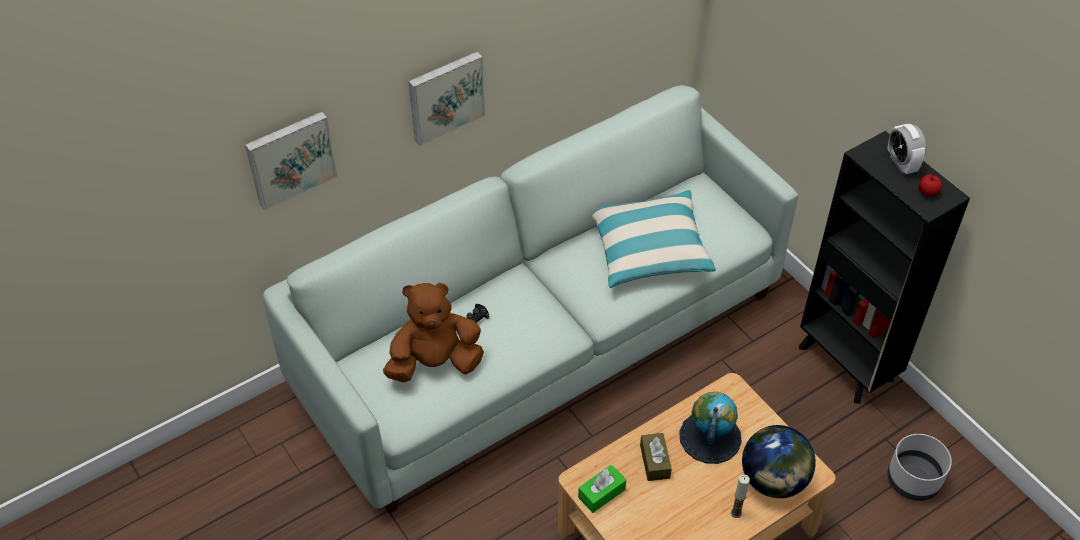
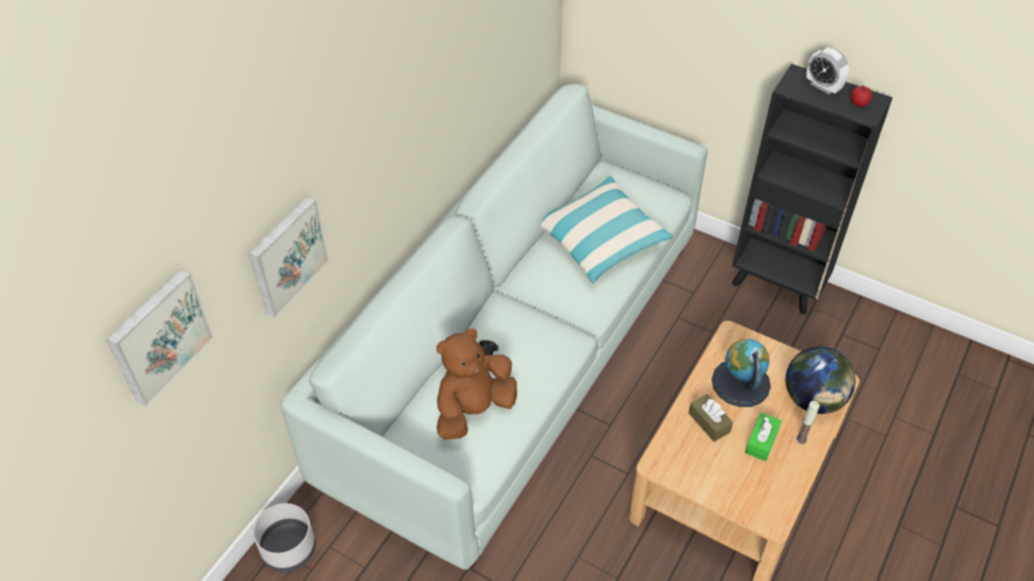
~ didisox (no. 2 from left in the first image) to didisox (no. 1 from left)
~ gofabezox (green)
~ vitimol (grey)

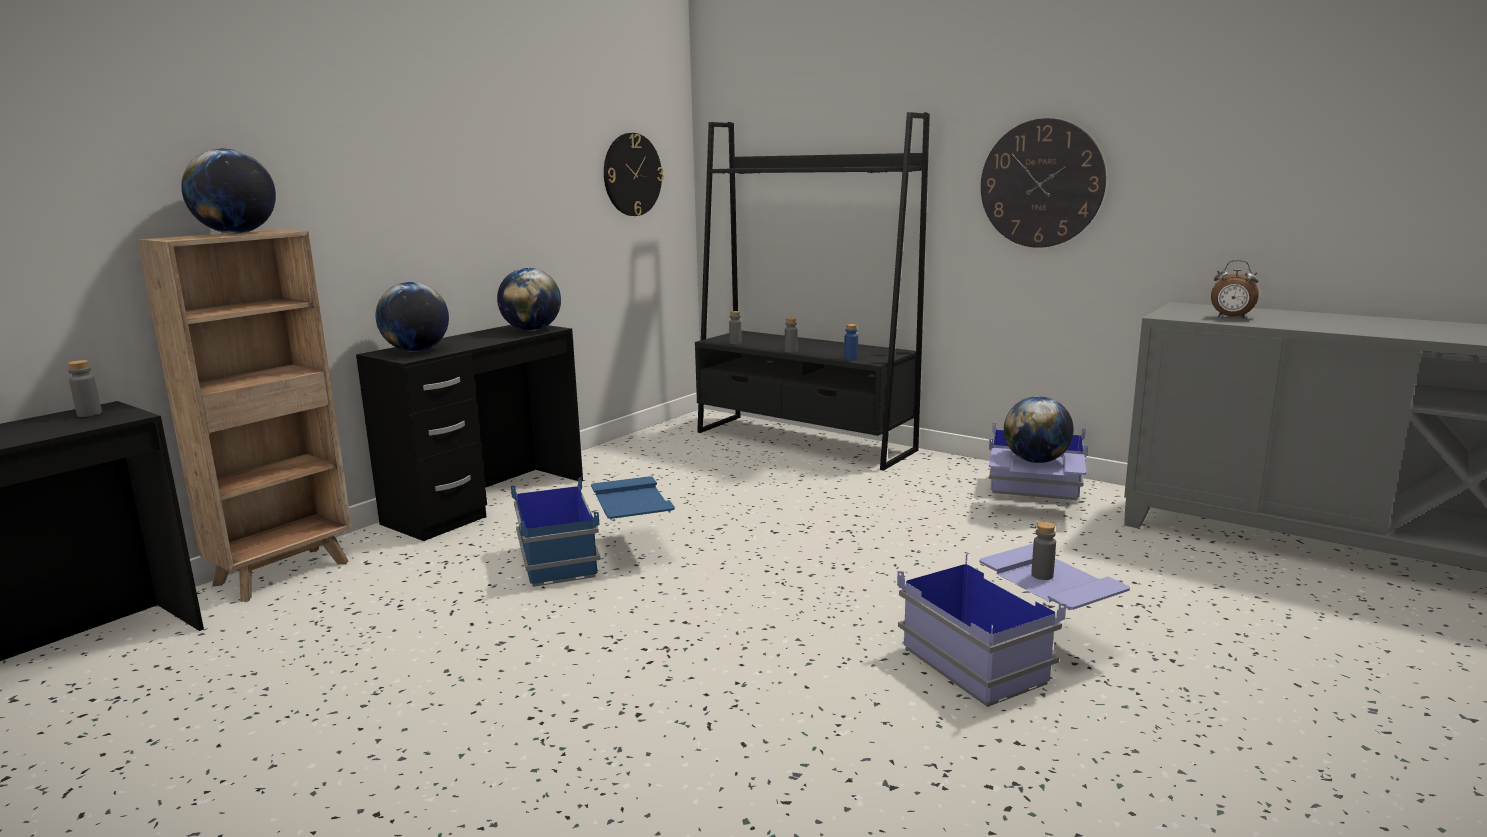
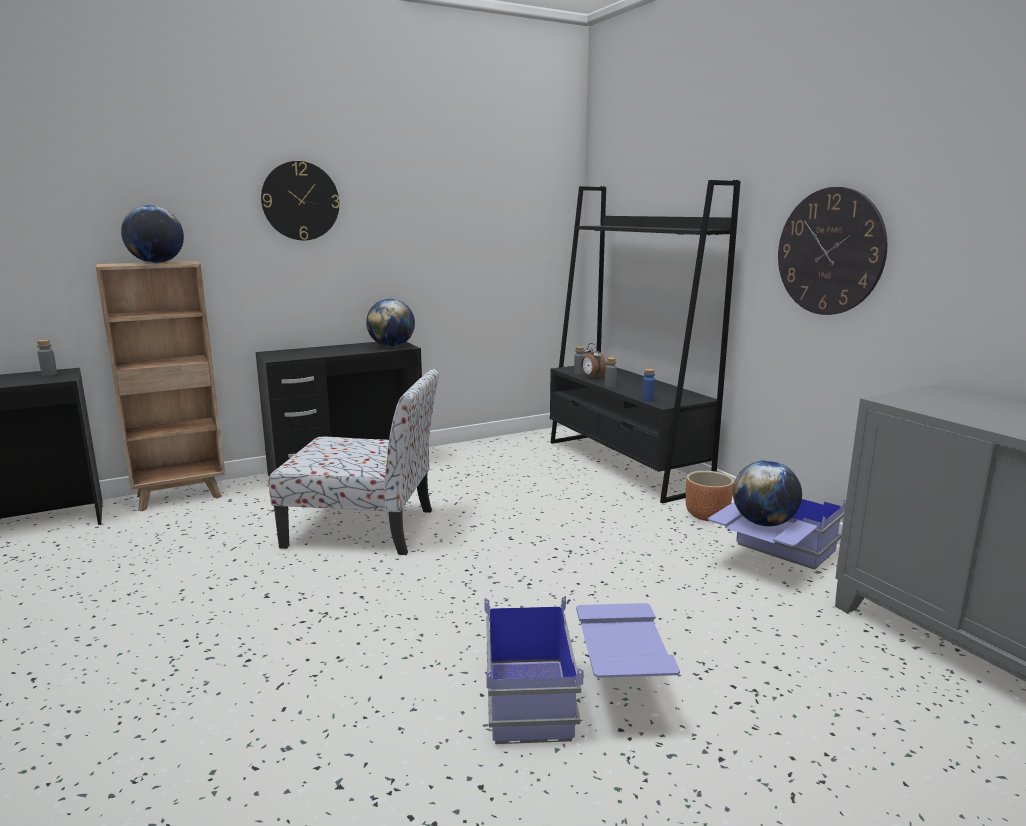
- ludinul (no. 2 from left)
- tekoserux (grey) (no. 4 from left)
+ vitimol (brown)
~ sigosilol (no. 1 from left)
~ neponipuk
~ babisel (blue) (no. 1 from left) to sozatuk

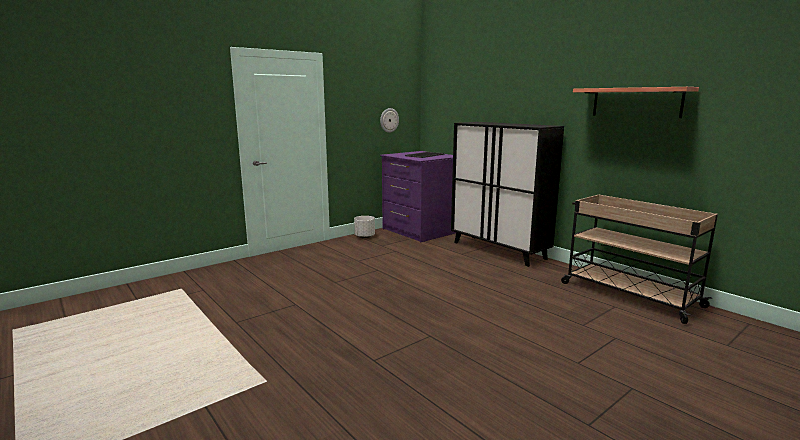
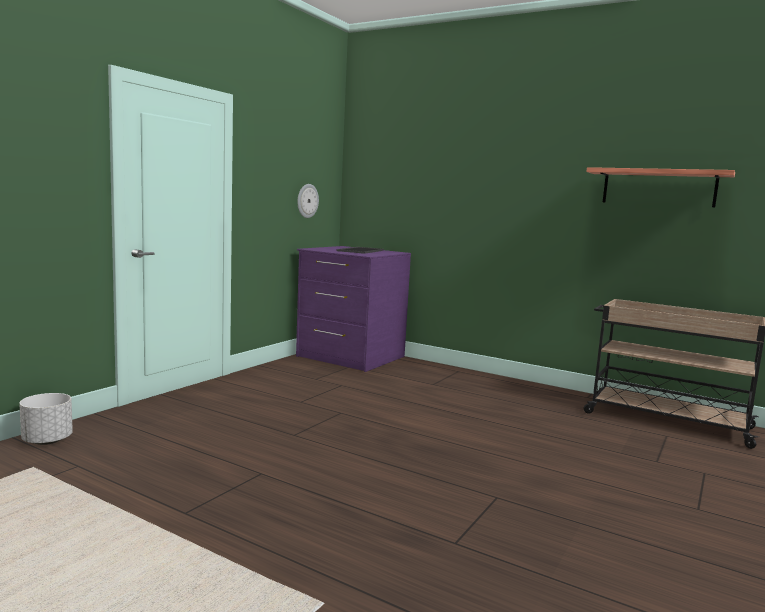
- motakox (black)
~ vitimol (white)

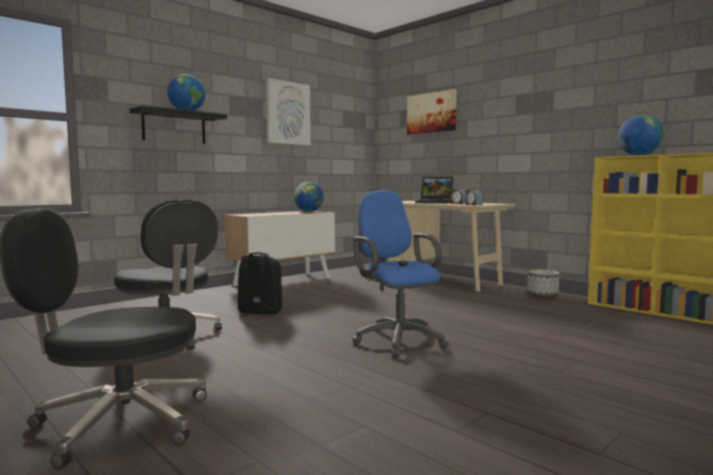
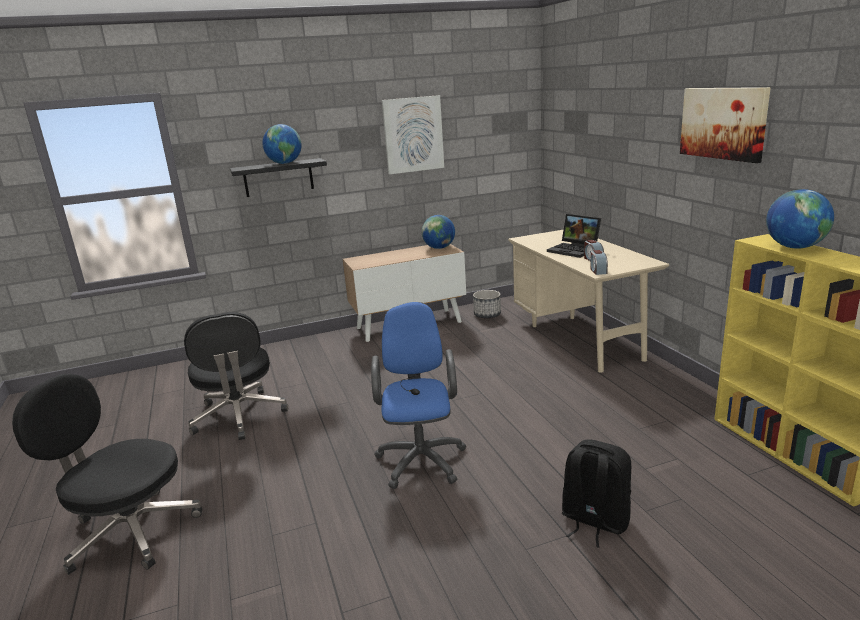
~ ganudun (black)
~ didisox (no. 2 from left)
~ vitimol

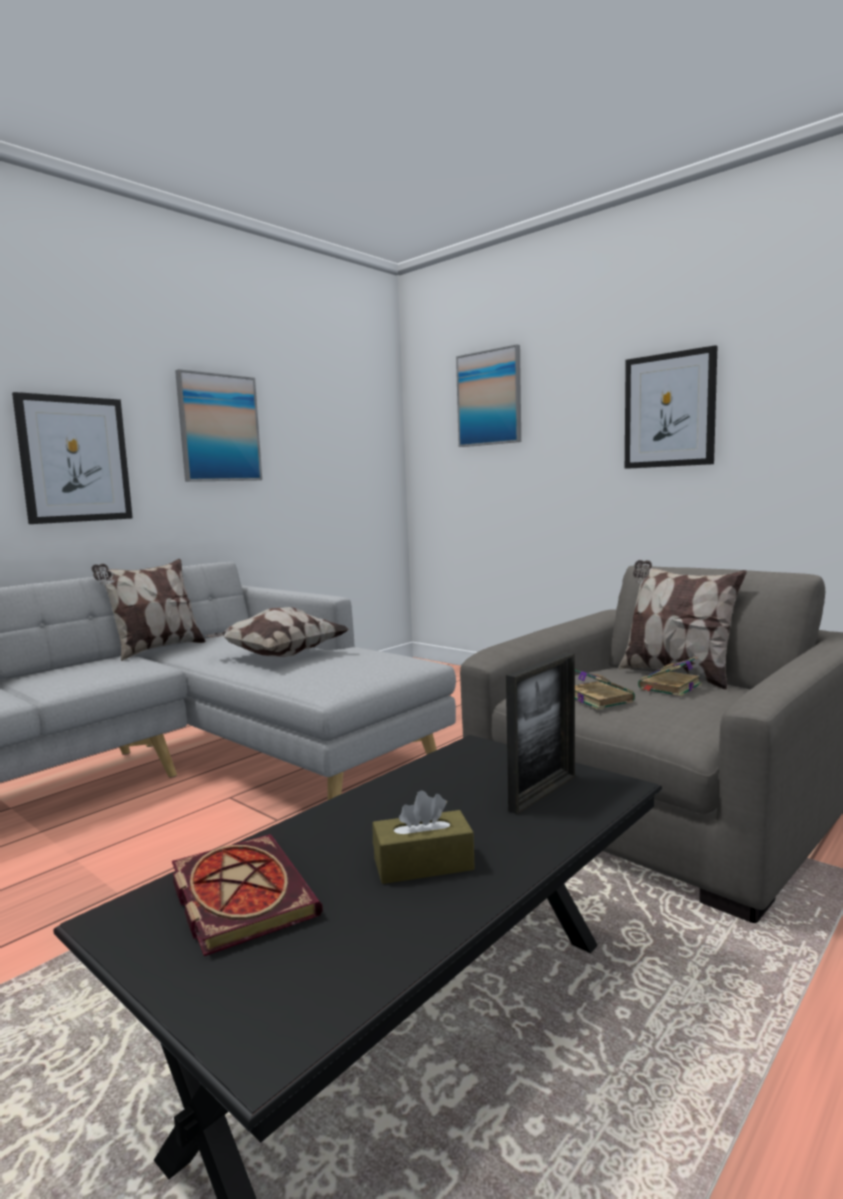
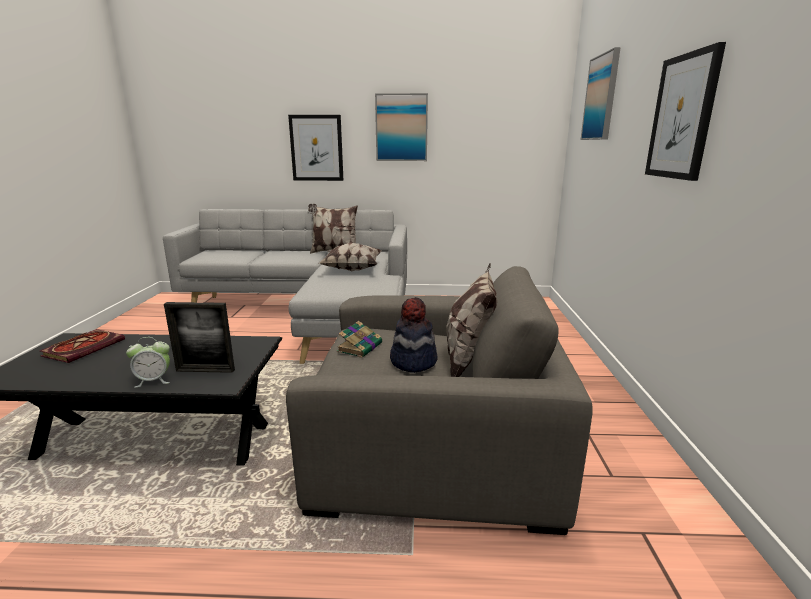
- gofabezox (brown)
+ neponipuk
~ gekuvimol (no. 3 from left) to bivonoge

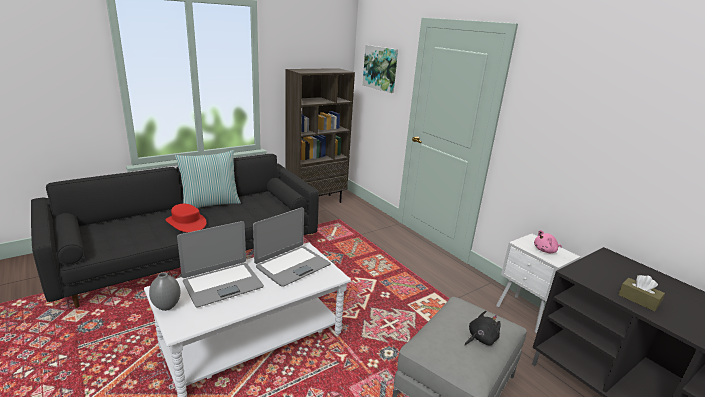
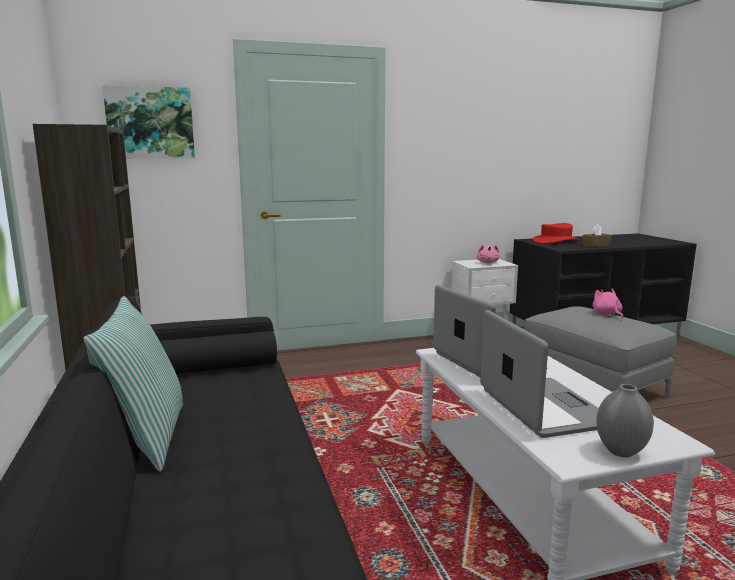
~ bivonoge (red)
~ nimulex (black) to nimulex (pink) (no. 2 from left)

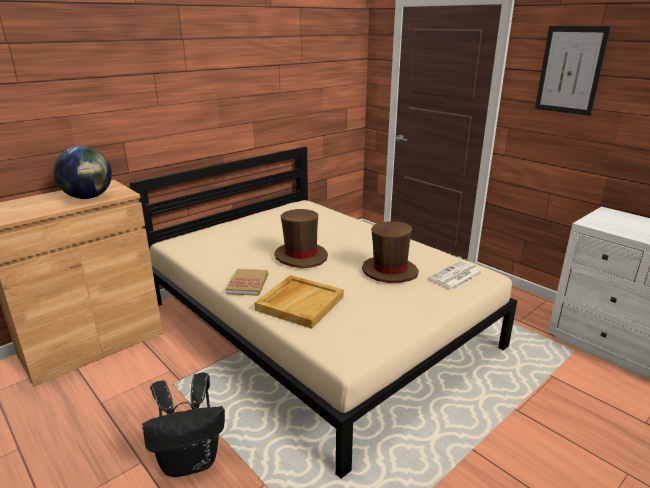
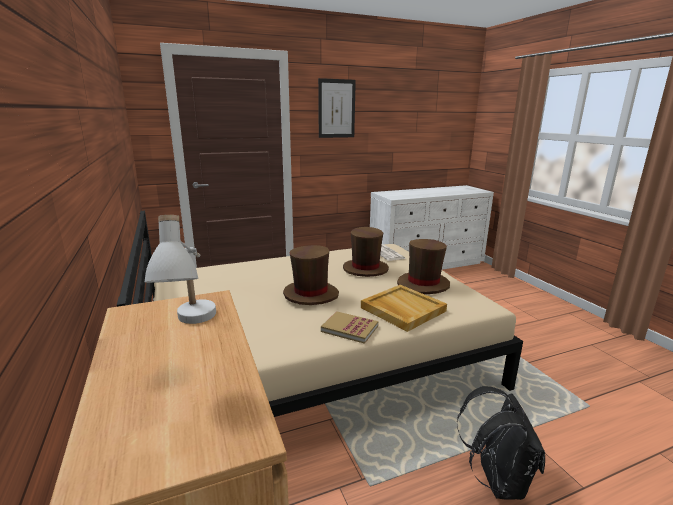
+ bivonoge (brown) (no. 3 from left)
~ ludinul to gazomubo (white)

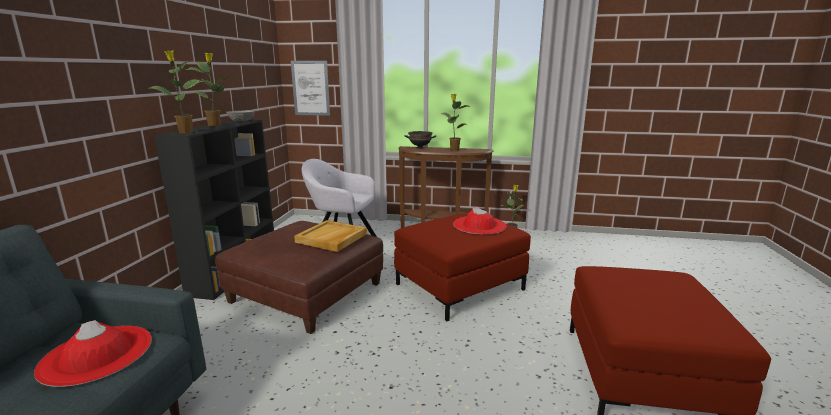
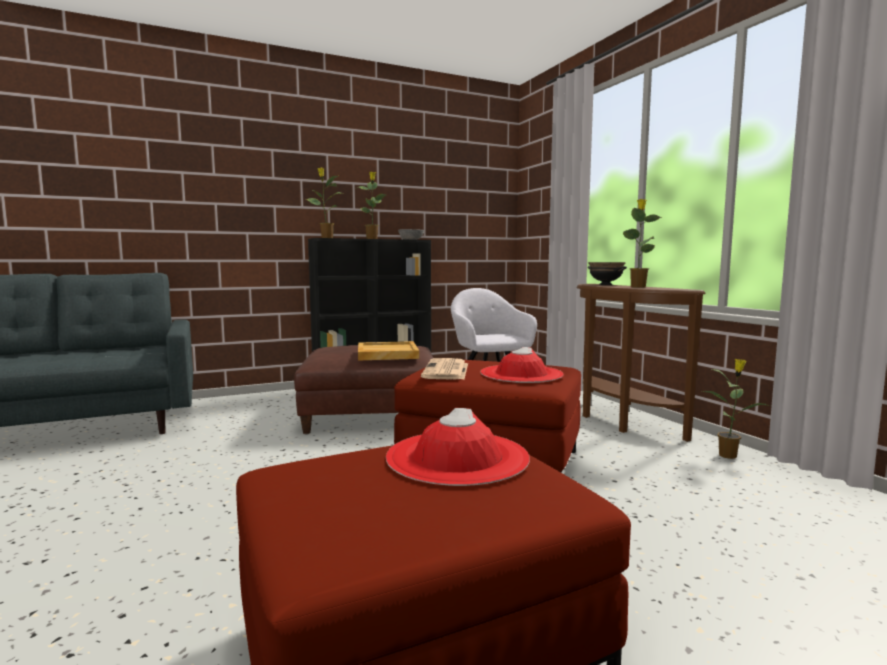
- didisox
+ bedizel
~ bivonoge (red) (no. 1 from left)

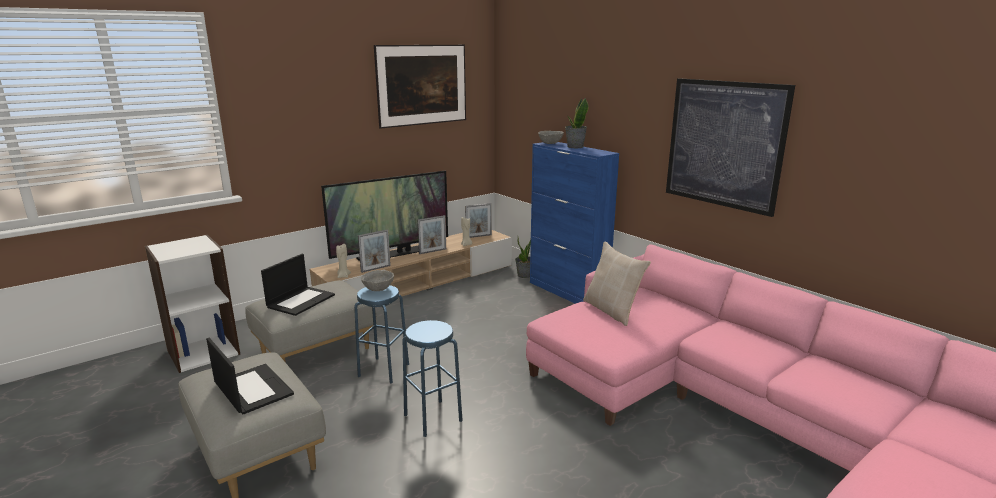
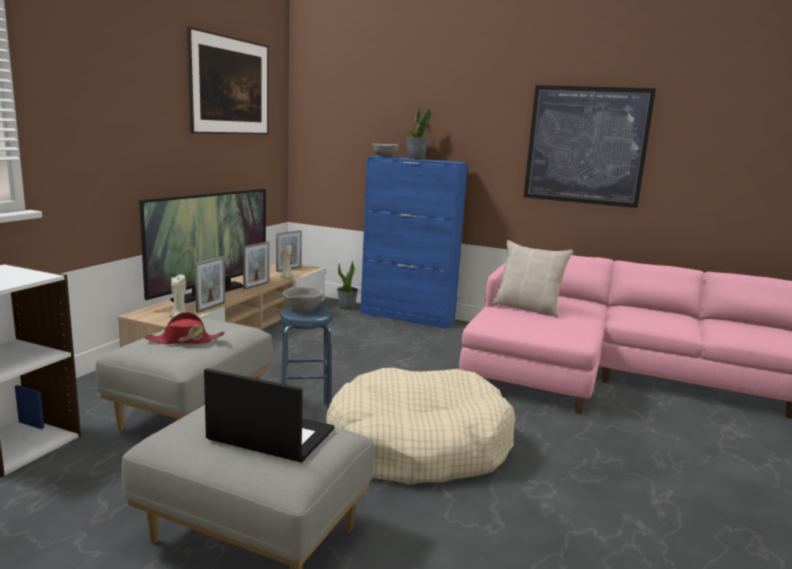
~ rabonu (no. 2 from left) to bivonoge (red)
~ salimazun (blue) (no. 2 from left) to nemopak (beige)

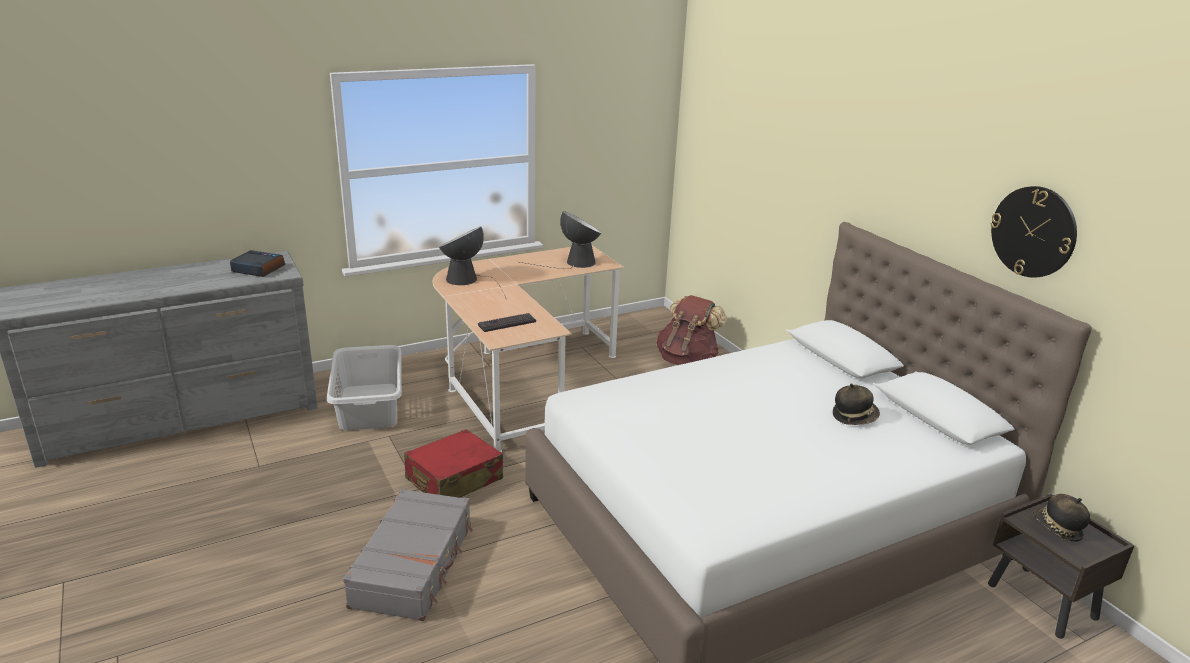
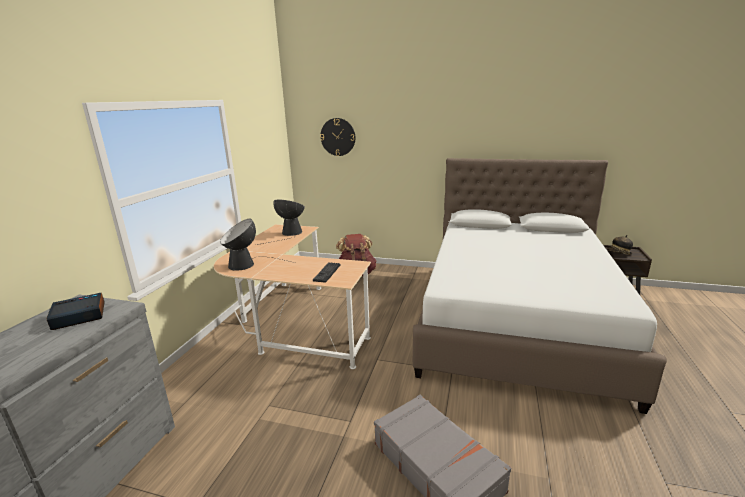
- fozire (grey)
- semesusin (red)
- bivonoge (no. 1 from left)
~ sigosilol

